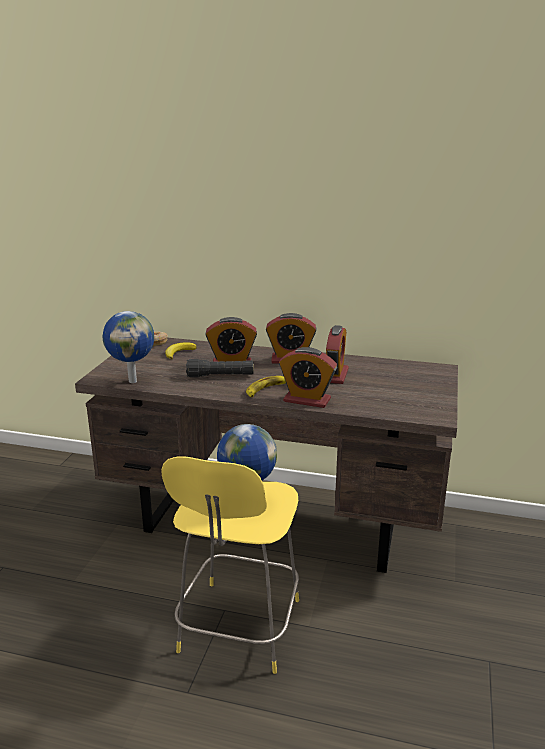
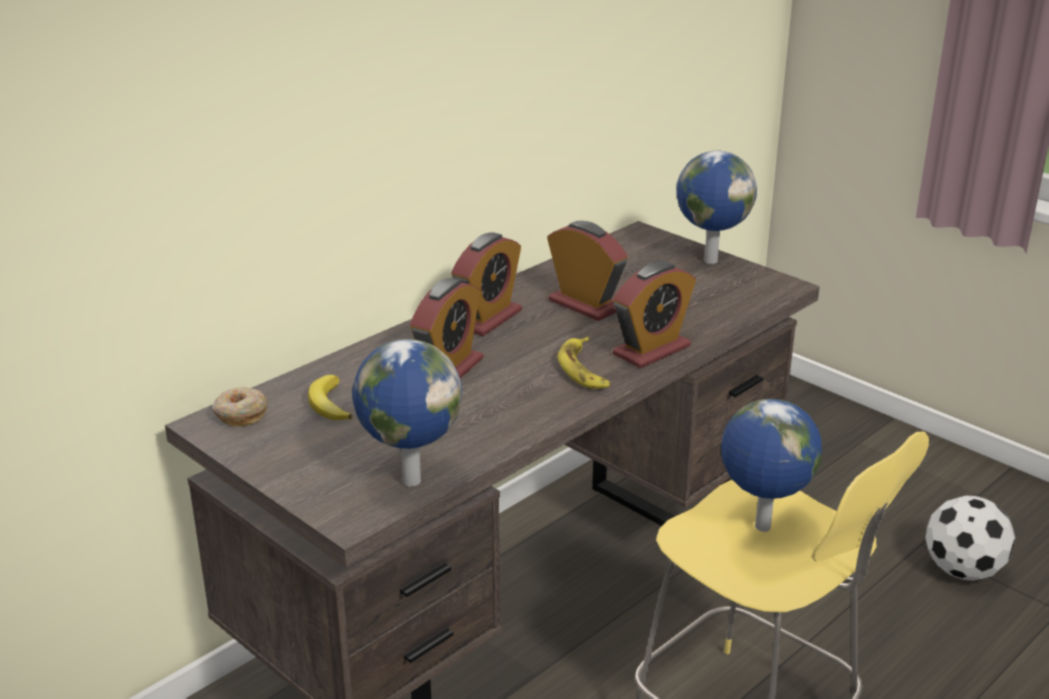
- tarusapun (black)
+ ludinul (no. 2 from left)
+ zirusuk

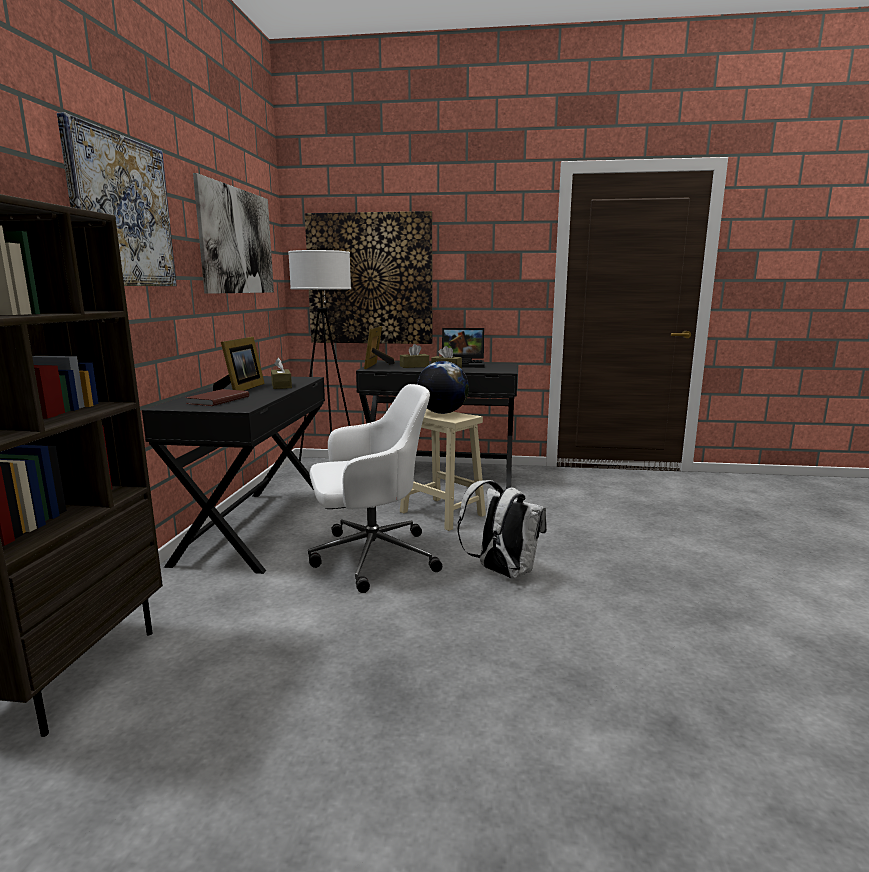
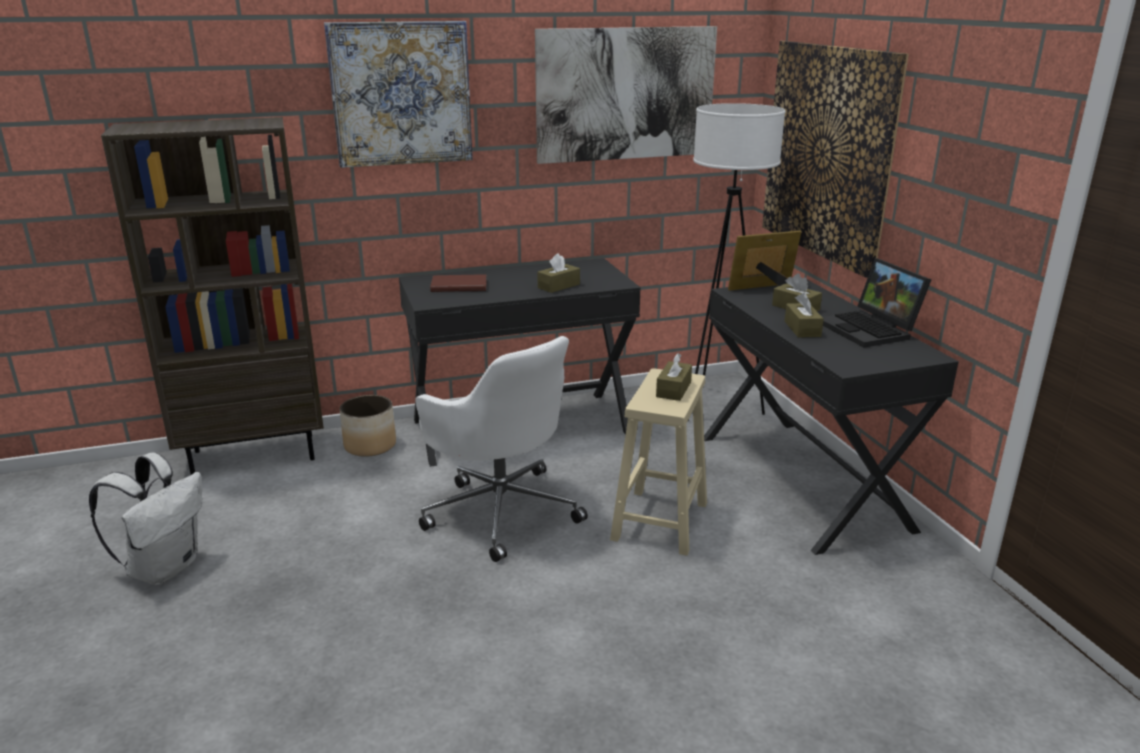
- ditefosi (no. 1 from left)
+ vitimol
~ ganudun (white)
~ ludinul to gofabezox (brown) (no. 2 from left)

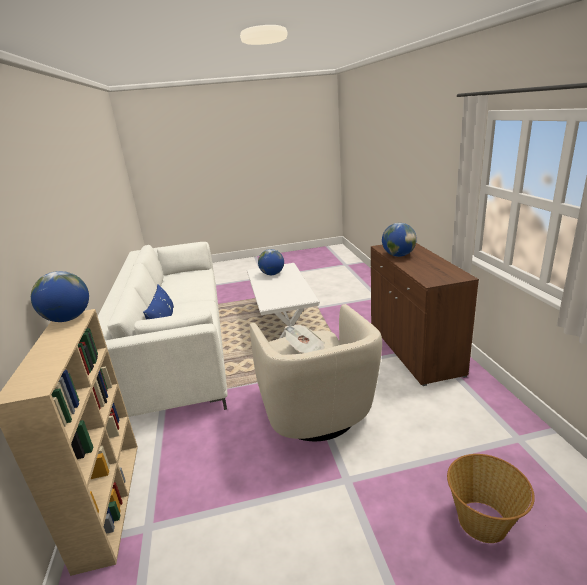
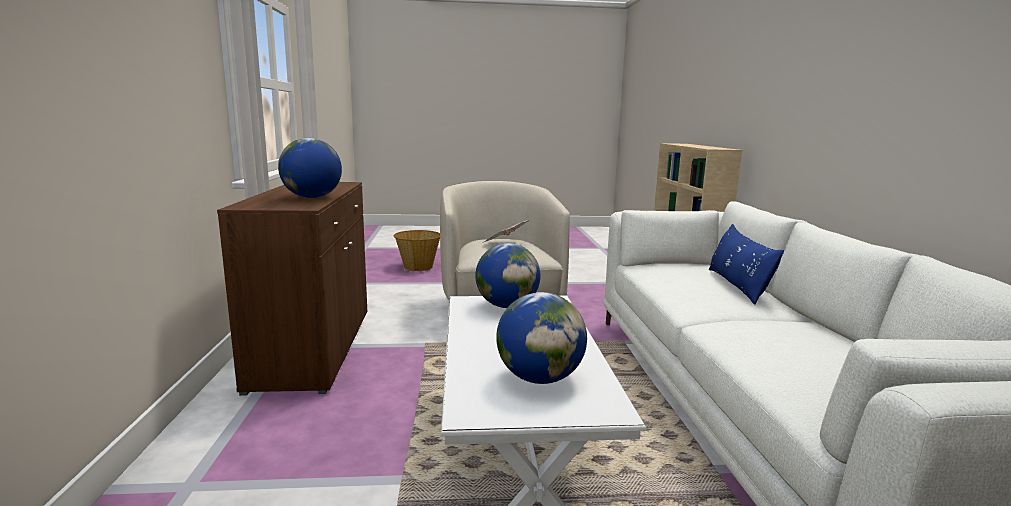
~ ludinul (no. 1 from left in the first image) to ludinul (no. 2 from left)

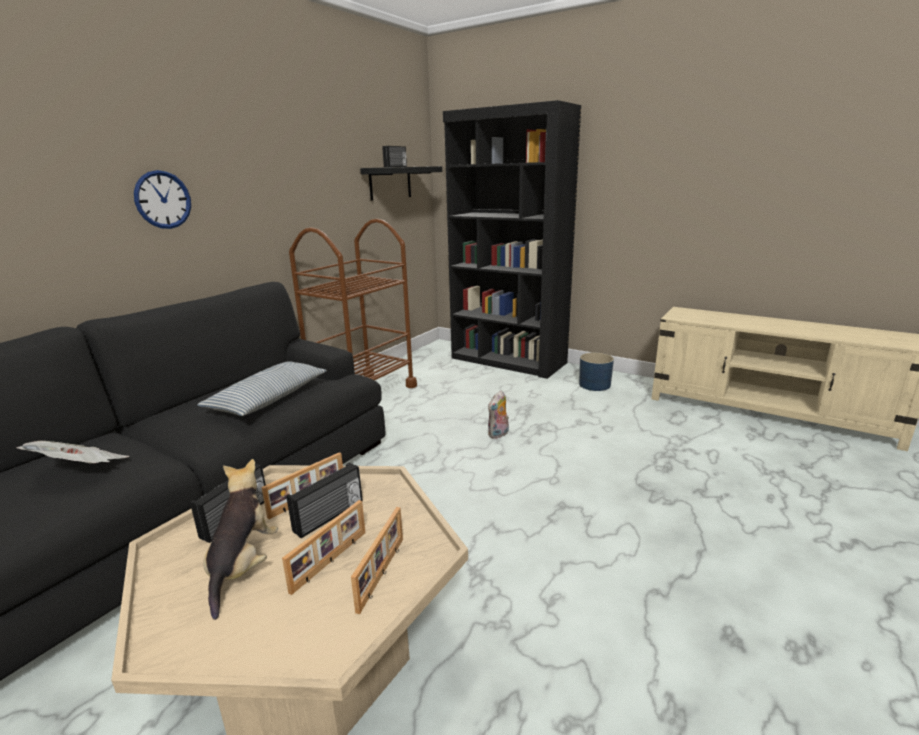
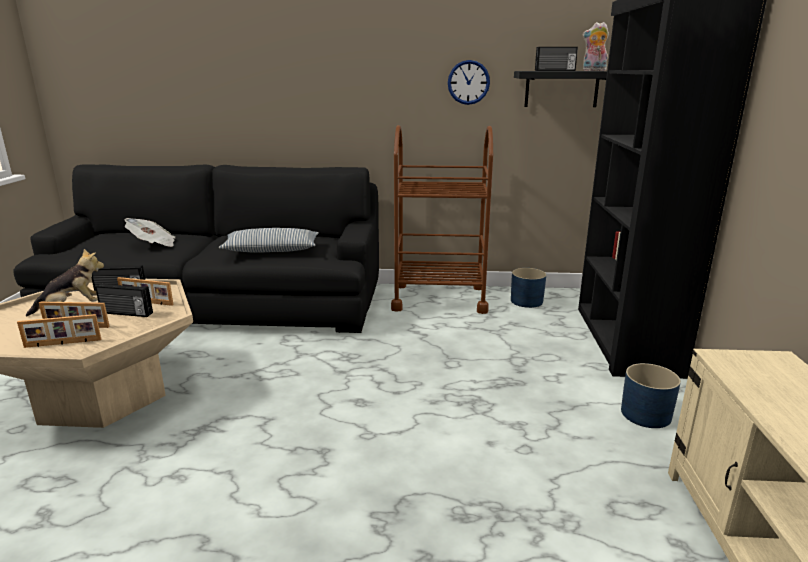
+ vitimol (blue) (no. 1 from left)
~ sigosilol
~ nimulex (no. 2 from left)

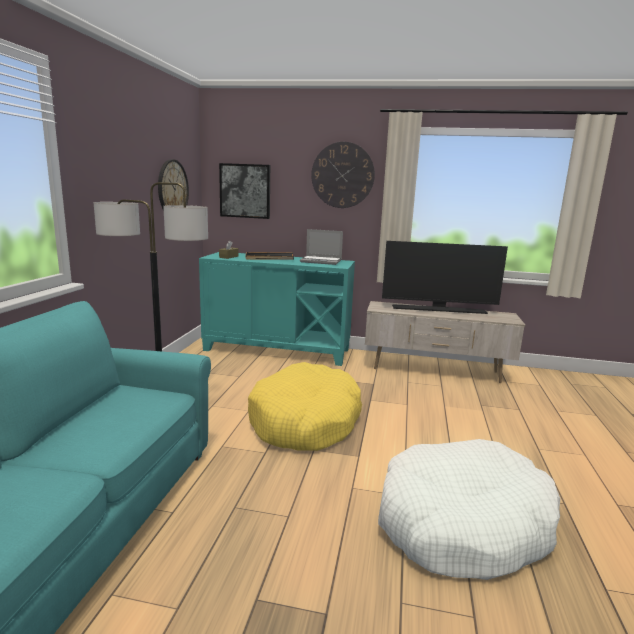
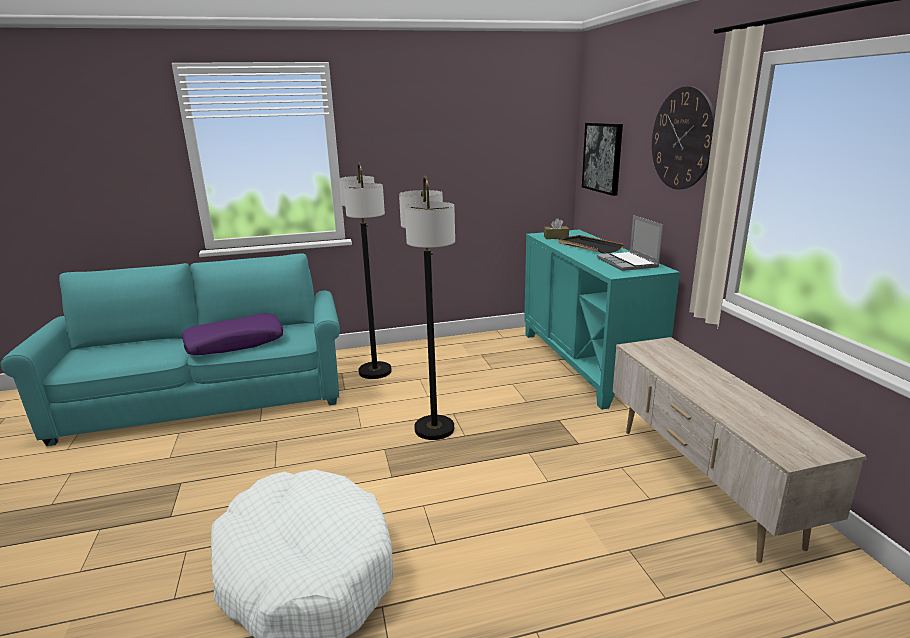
- sigosilol (no. 1 from left)
- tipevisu
+ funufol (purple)
~ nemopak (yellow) to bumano (no. 2 from left)

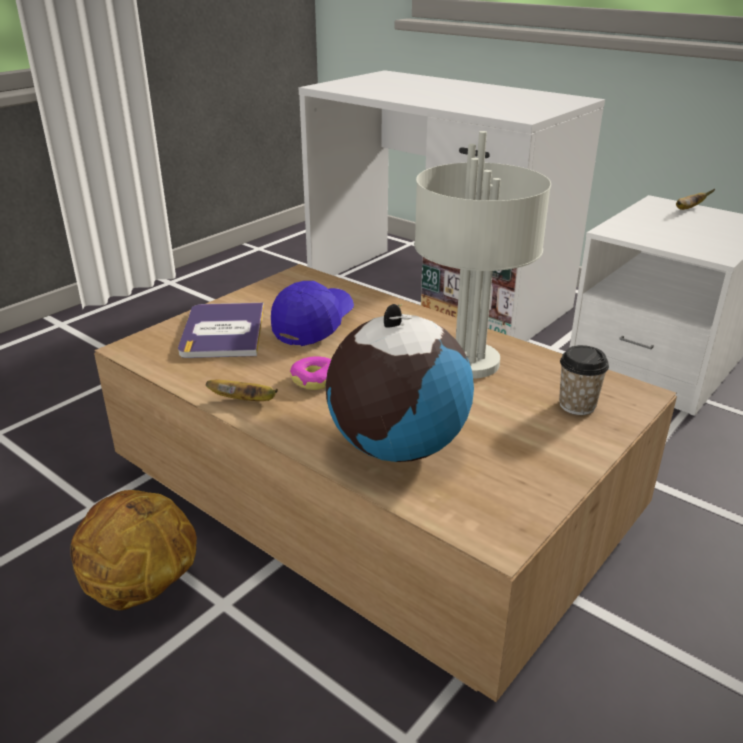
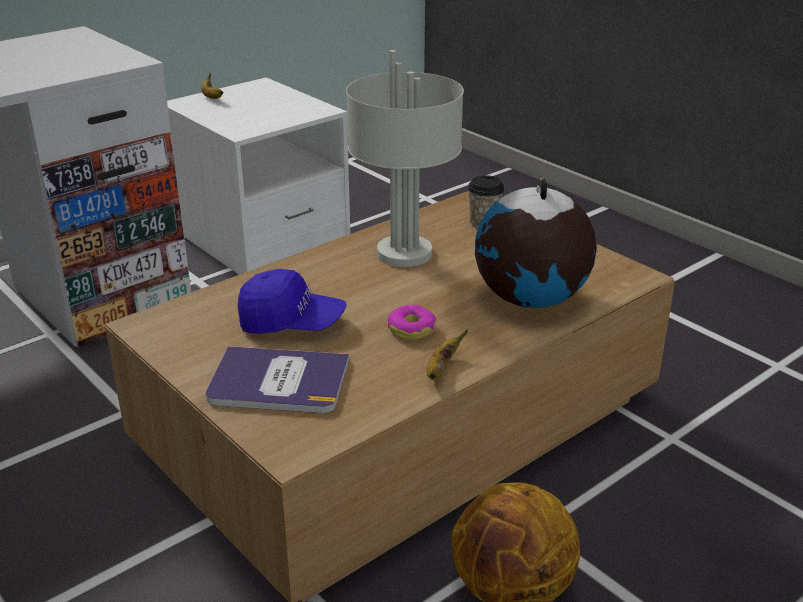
~ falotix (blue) 150 degrees clockwise

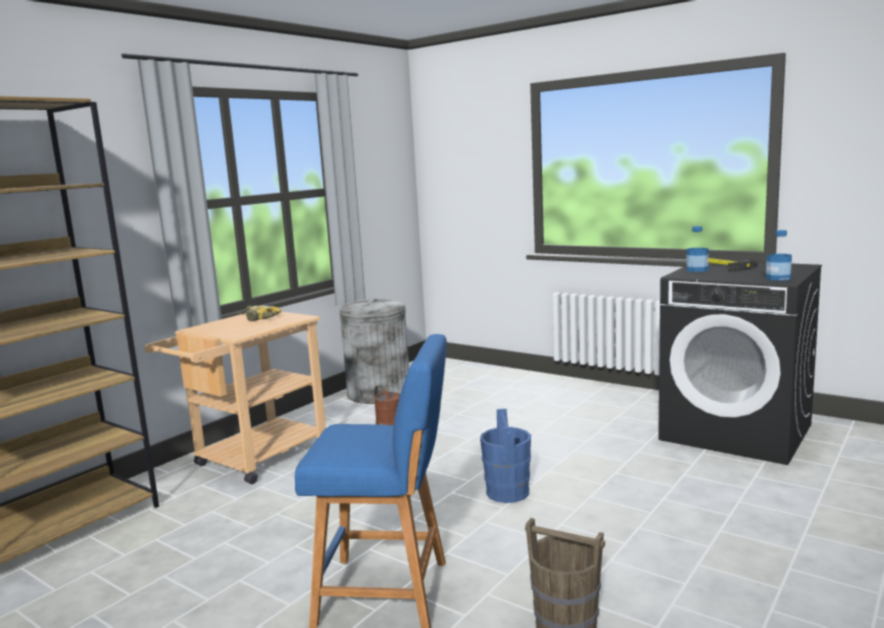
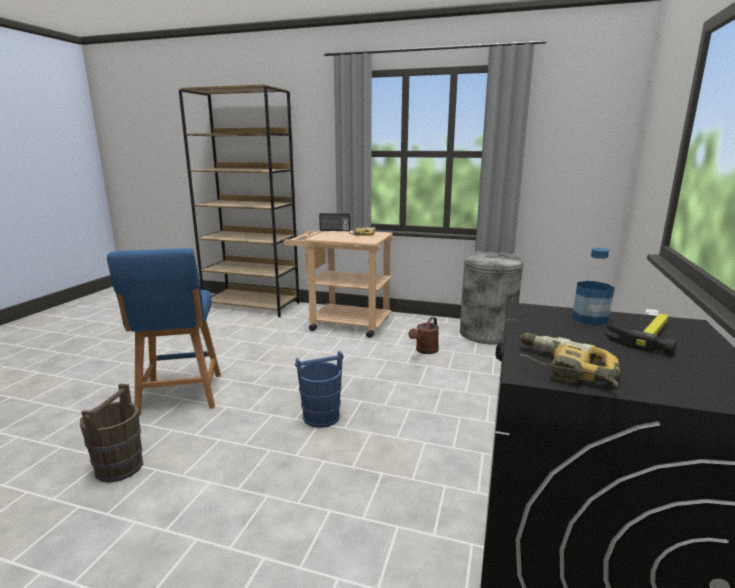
+ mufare
~ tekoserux (no. 2 from left) to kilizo (no. 2 from left)

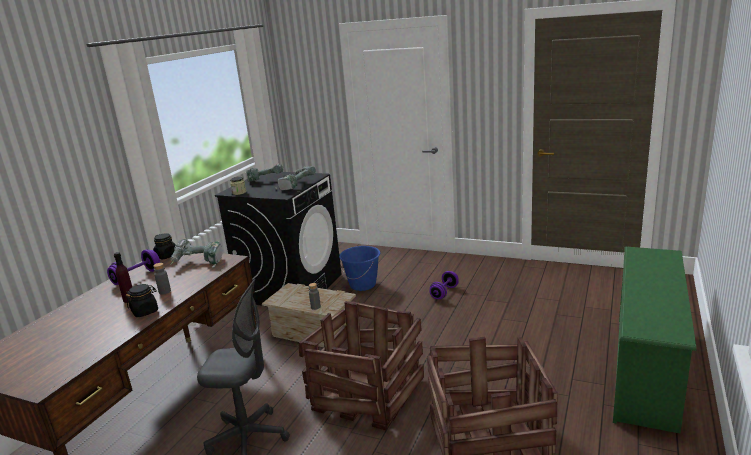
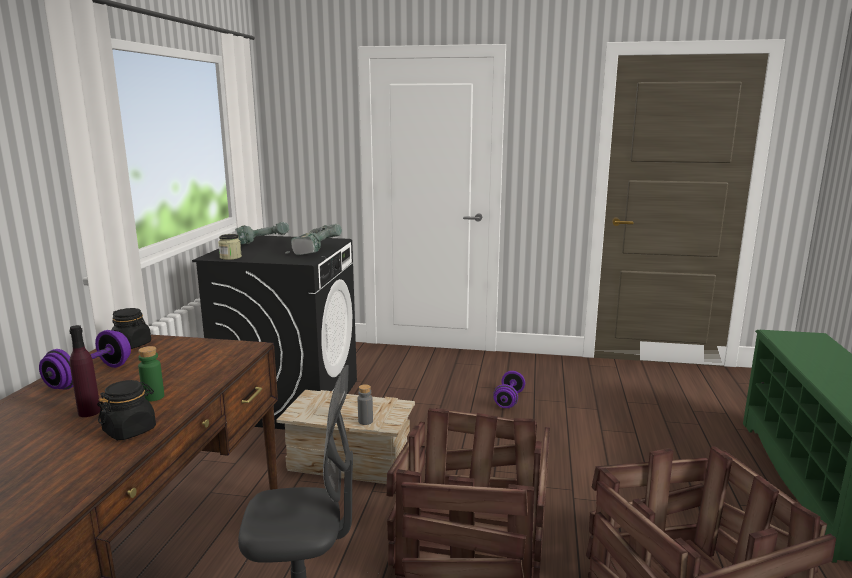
- kilizo (no. 1 from left)
- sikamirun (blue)
~ tekoserux (grey) (no. 1 from left) to tekoserux (green)

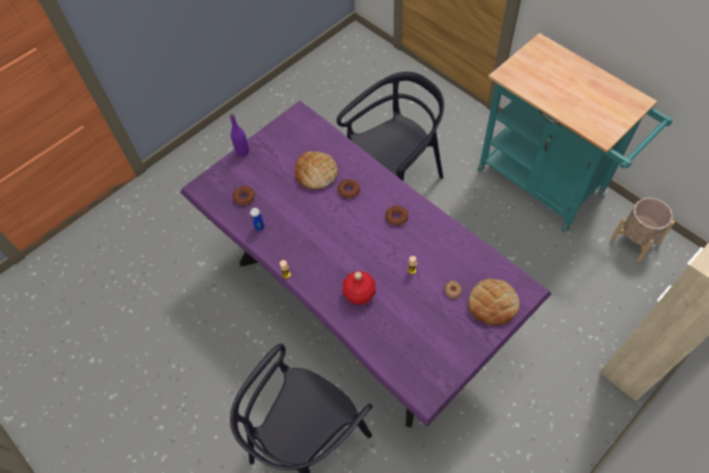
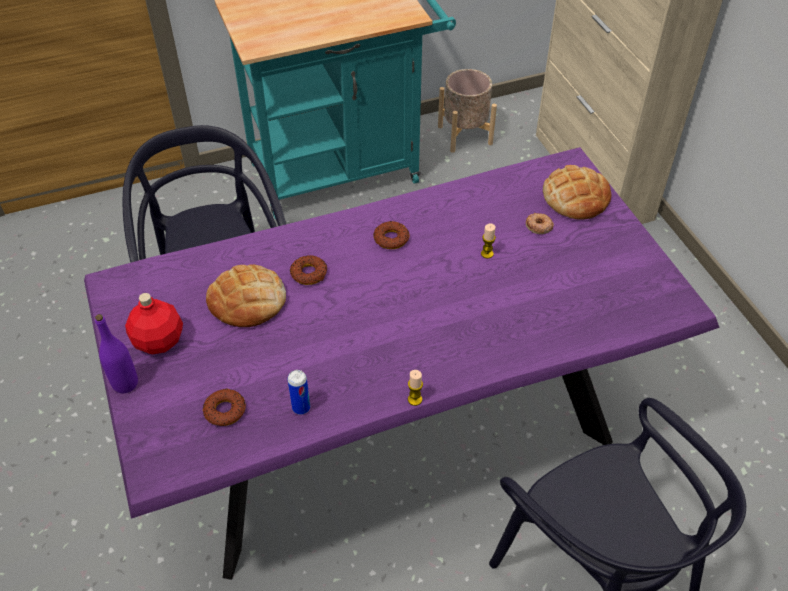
~ tekoserux (red)

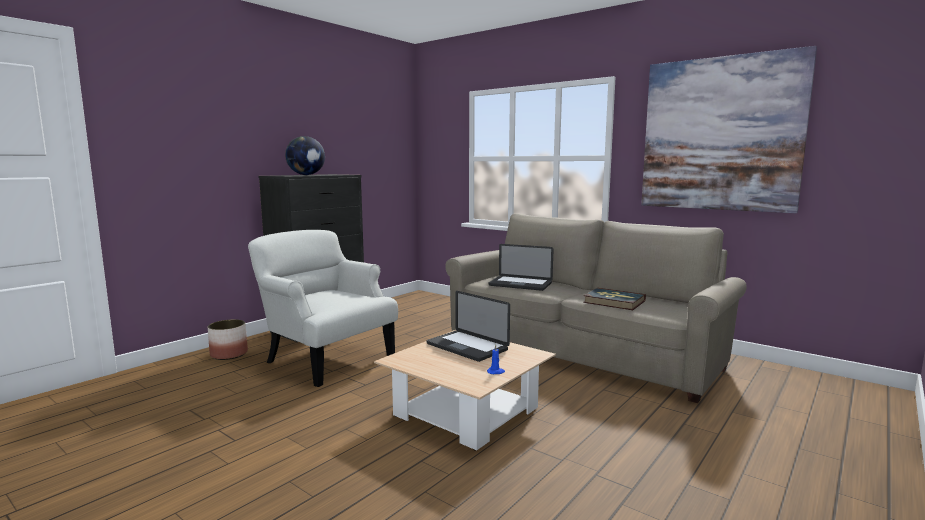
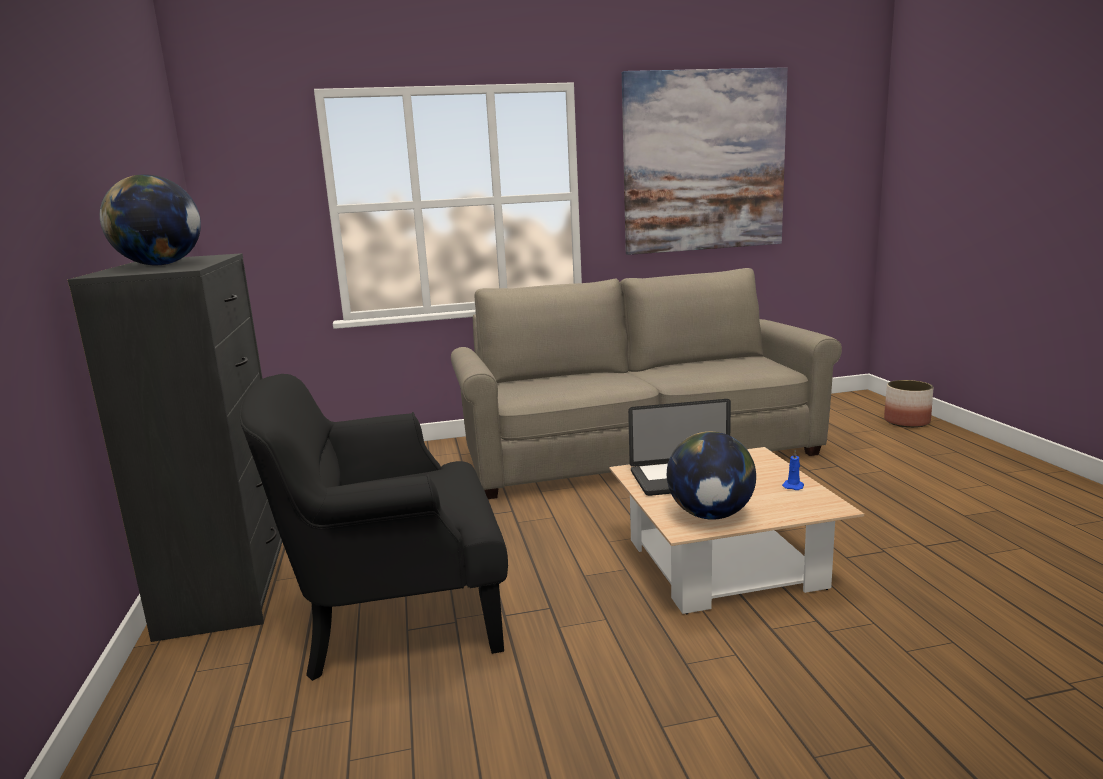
- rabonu (no. 2 from left)
- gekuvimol
+ ludinul (no. 2 from left)
~ vitimol
~ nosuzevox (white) to nosuzevox (black)

